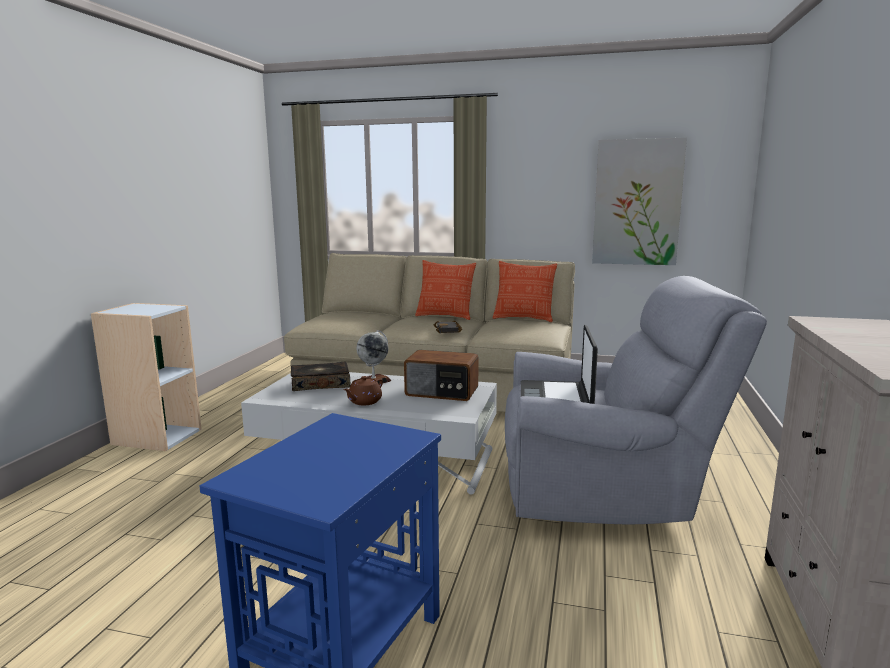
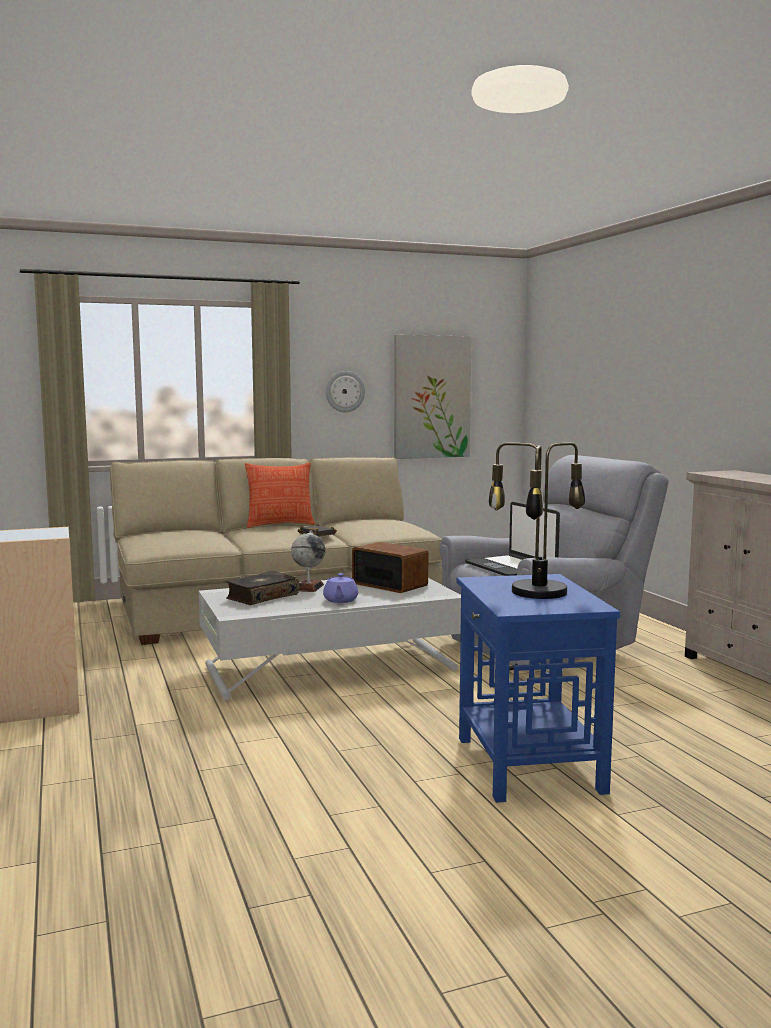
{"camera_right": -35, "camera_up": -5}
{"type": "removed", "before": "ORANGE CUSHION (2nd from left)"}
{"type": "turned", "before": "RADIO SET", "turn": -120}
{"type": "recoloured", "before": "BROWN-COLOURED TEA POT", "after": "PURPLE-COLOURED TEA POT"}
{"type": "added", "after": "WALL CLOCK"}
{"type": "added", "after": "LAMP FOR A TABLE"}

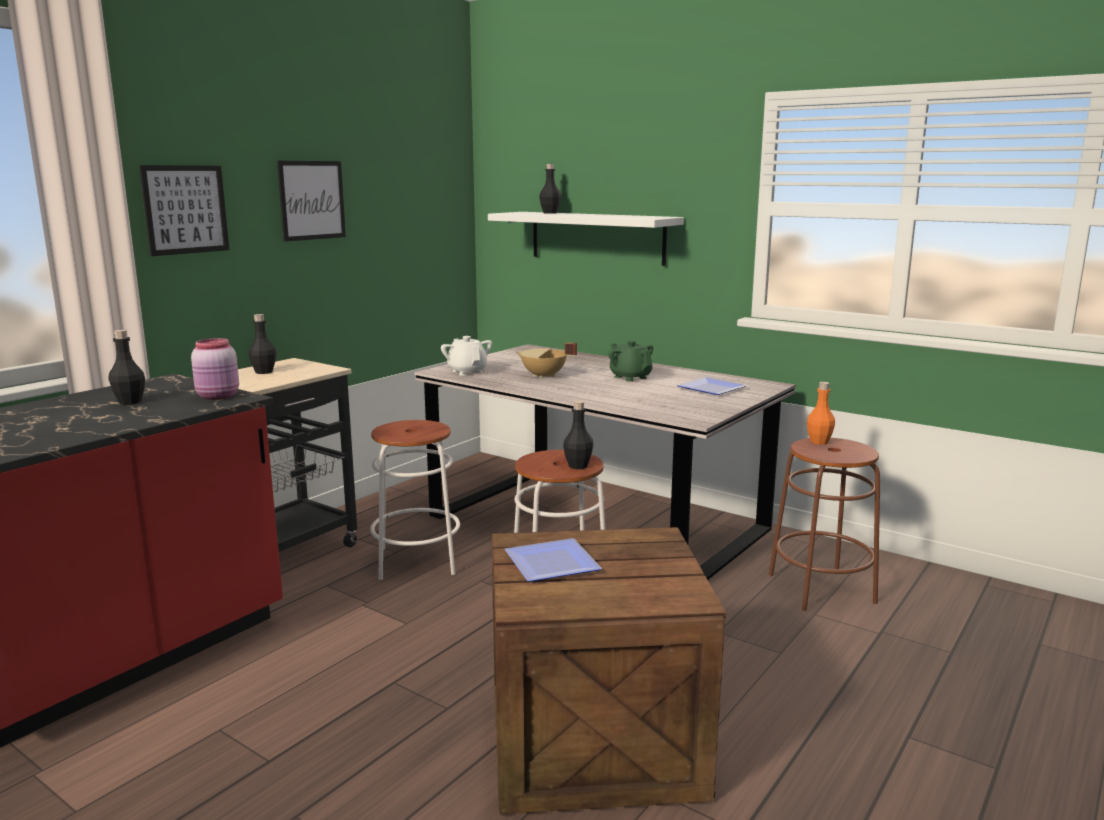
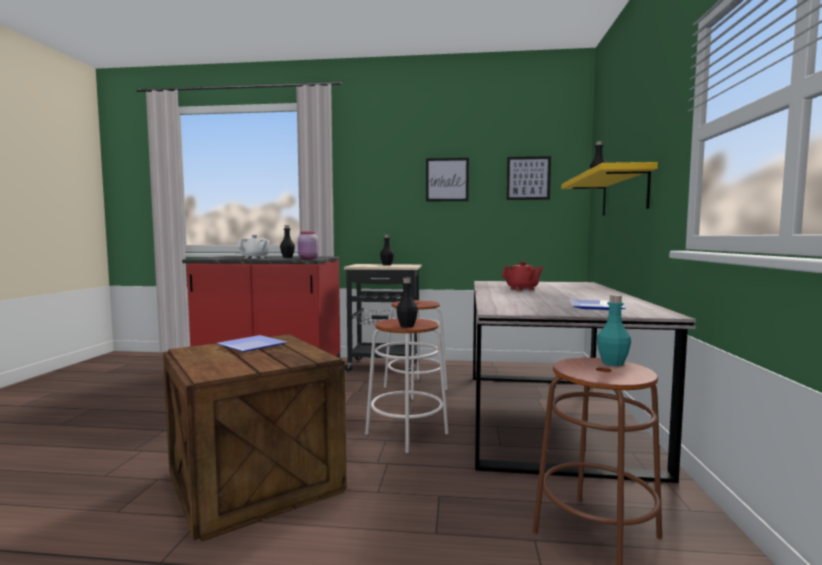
{"camera_right": 60, "camera_up": -10}
{"type": "moved", "before": "PICTURE (1st from left in the first image)", "after": "PICTURE (2nd from left)"}
{"type": "recoloured", "before": "WHITISH BRACKET SHELF", "after": "YELLOW BRACKET SHELF"}
{"type": "moved", "before": "WHITISH TEA POT"}
{"type": "removed", "before": "GREENISH TEA POT"}
{"type": "replaced", "before": "BEIGE-COLOURED COOKING POT", "after": "REDDISH TEA POT"}
{"type": "recoloured", "before": "ORANGE DRINK BOTTLE", "after": "BLUE-GREEN DRINK BOTTLE"}

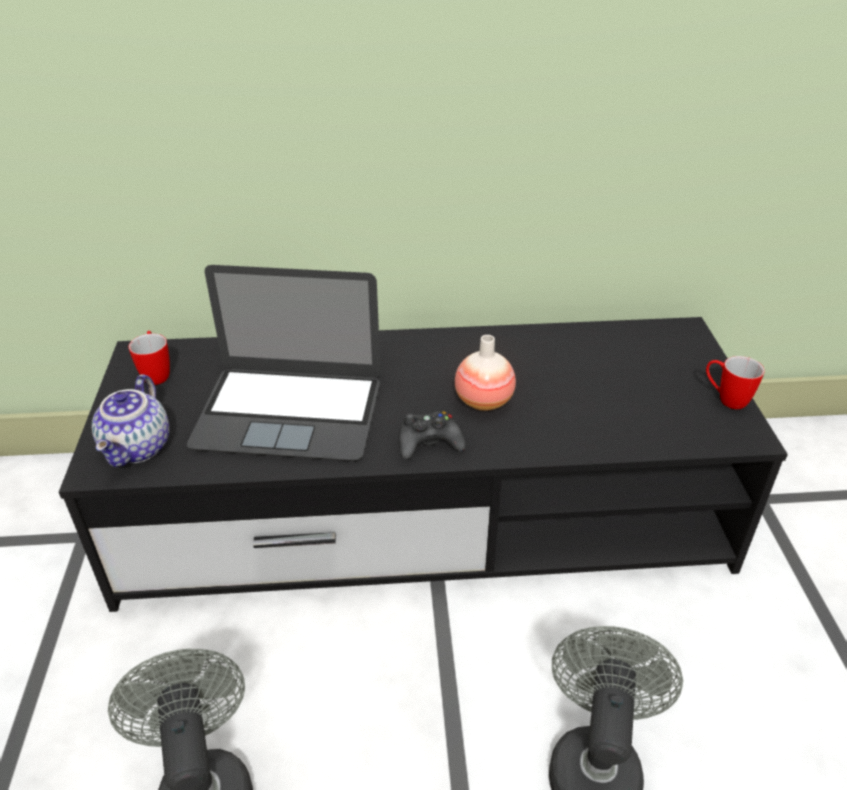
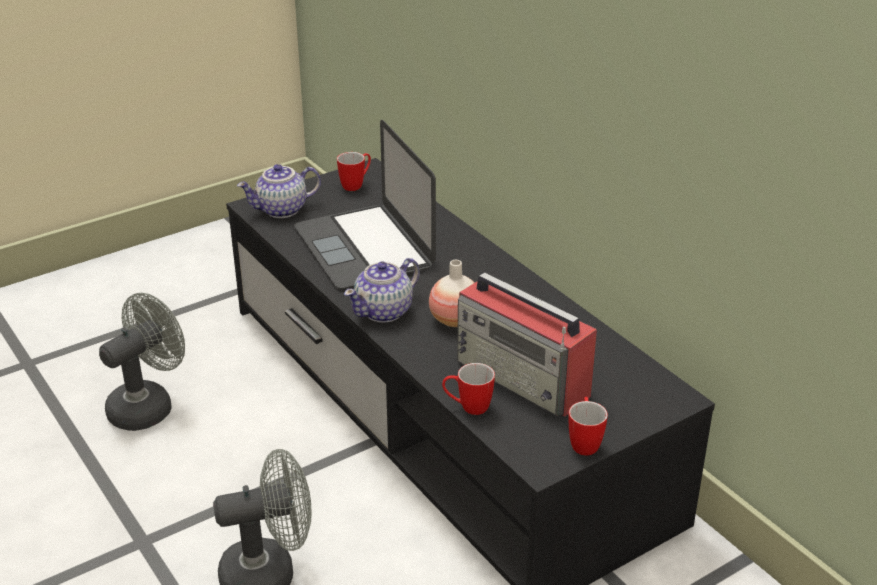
{"camera_right": 60, "camera_up": -5}
{"type": "replaced", "before": "BLACKISH GAME CONTROLLER", "after": "TEA POT (2nd from left)"}
{"type": "added", "after": "RADIO SET"}
{"type": "added", "after": "TEA MUG (2nd from left)"}

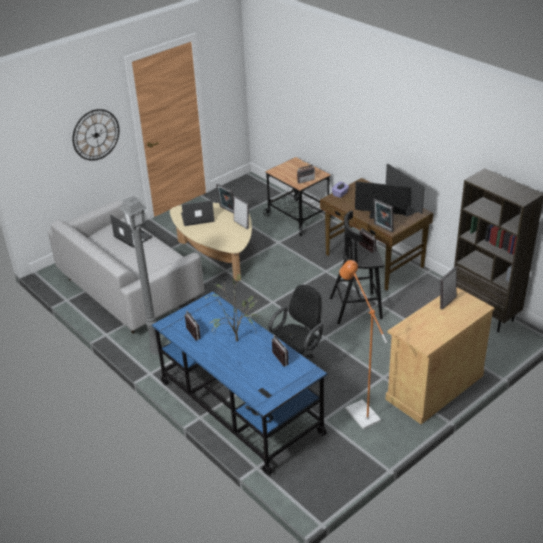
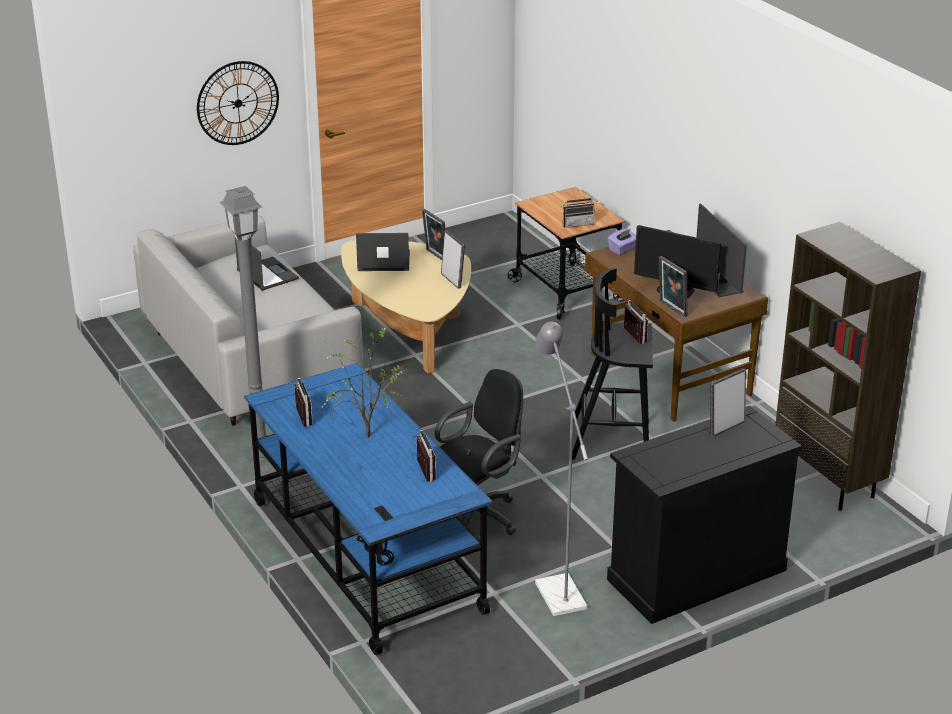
{"camera_right": 10, "camera_up": -5}
{"type": "recoloured", "before": "ORANGE STANDING LAMP", "after": "GREY STANDING LAMP (2nd from left)"}
{"type": "recoloured", "before": "BEIGE-COLOURED CUPBOARD", "after": "BLACKISH CUPBOARD"}

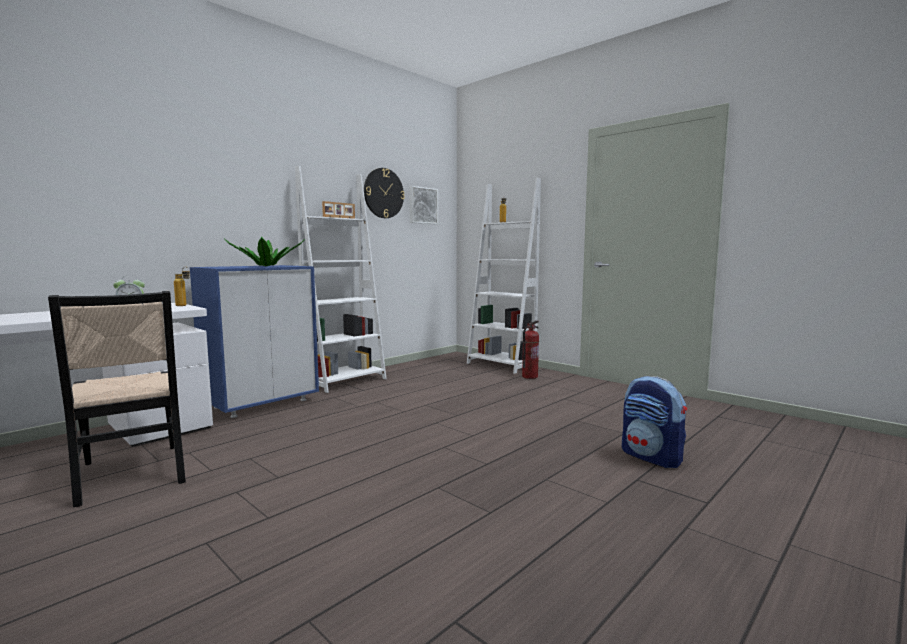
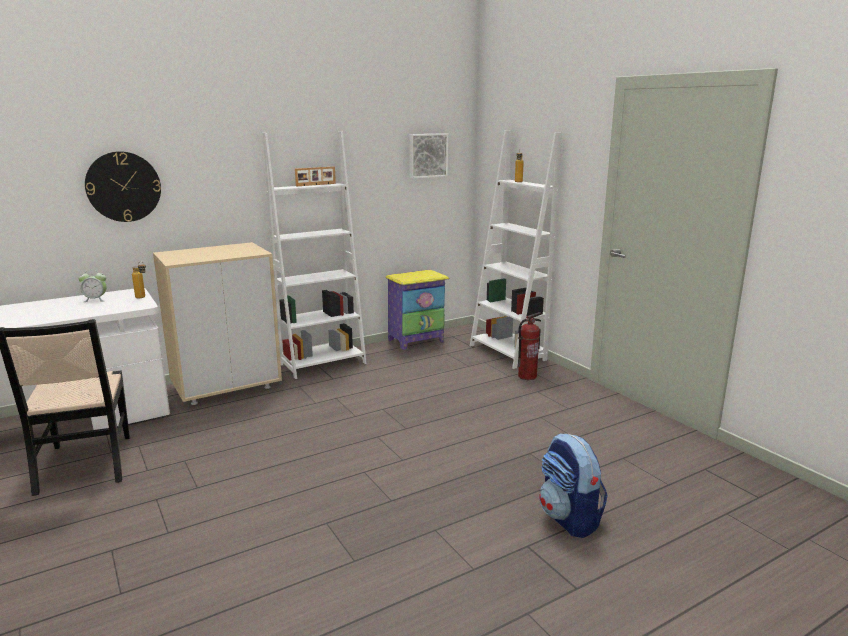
{"camera_right": 15, "camera_up": 10}
{"type": "moved", "before": "WALL CLOCK"}
{"type": "removed", "before": "POTTED PLANT"}
{"type": "recoloured", "before": "BLUE CUPBOARD", "after": "BEIGE-COLOURED CUPBOARD"}
{"type": "added", "after": "NIGHTSTAND"}

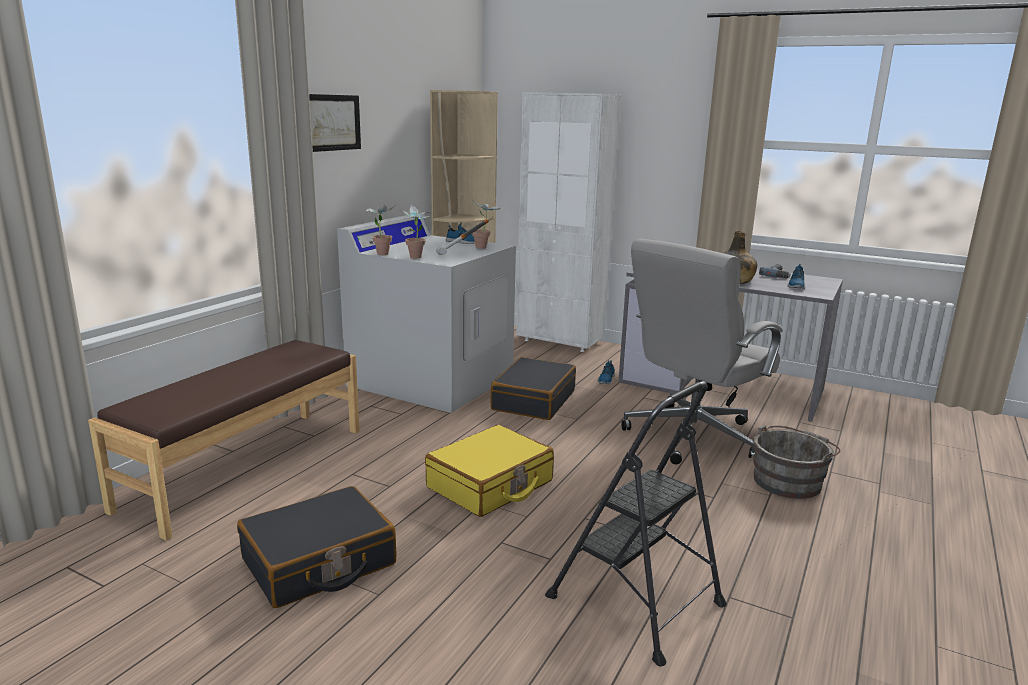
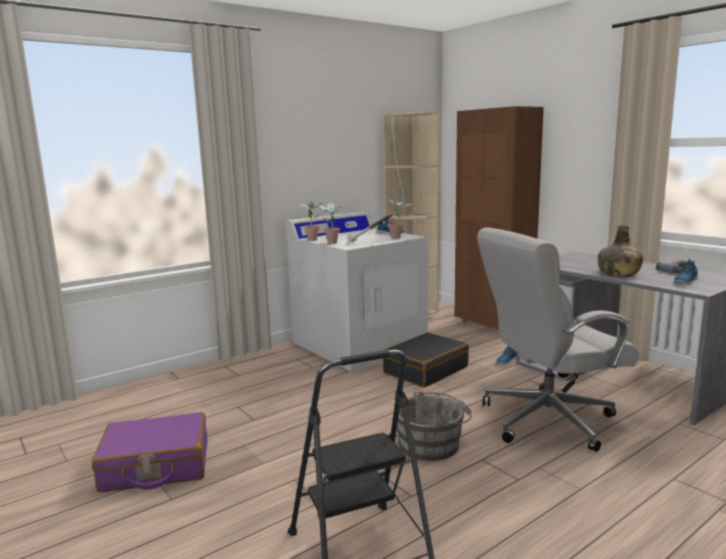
{"camera_right": 25, "camera_up": -5}
{"type": "recoloured", "before": "WHITISH CUPBOARD", "after": "BROWN-COLOURED CUPBOARD"}
{"type": "removed", "before": "PICTURE"}
{"type": "removed", "before": "BROWN-COLOURED LONG SEAT"}
{"type": "removed", "before": "YELLOW PIECE OF LUGGAGE"}
{"type": "moved", "before": "GREY PAIL"}
{"type": "recoloured", "before": "BLACKISH PIECE OF LUGGAGE (1st from left)", "after": "PURPLE-COLOURED PIECE OF LUGGAGE"}

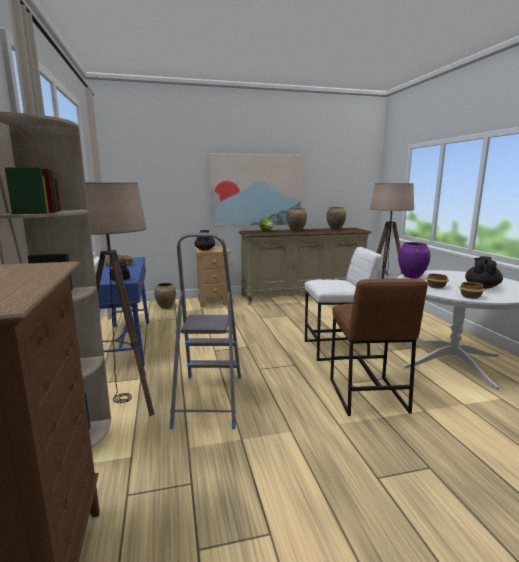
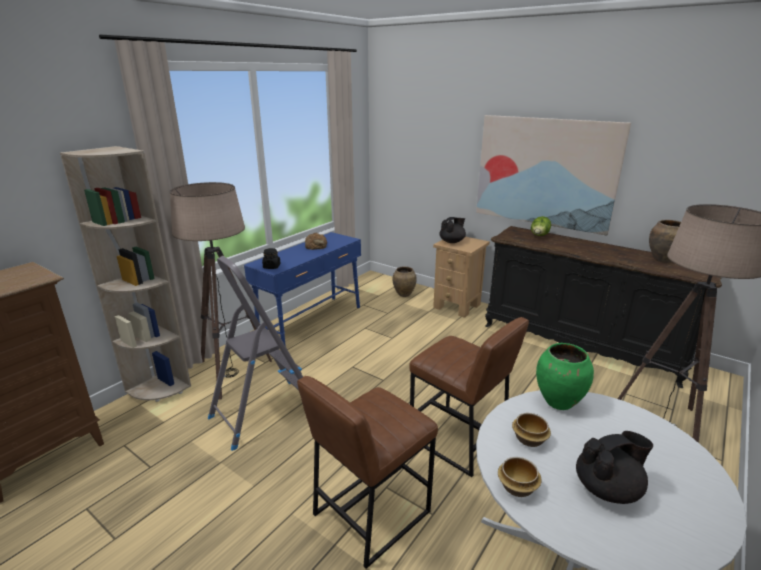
{"camera_right": 50, "camera_up": 10}
{"type": "removed", "before": "BROWN-COLOURED DECORATIVE VASE (2nd from left)"}
{"type": "recoloured", "before": "BEIGE-COLOURED CUPBOARD", "after": "BLACKISH CUPBOARD"}
{"type": "recoloured", "before": "PURPLE-COLOURED DECORATIVE VASE", "after": "GREENISH DECORATIVE VASE"}
{"type": "recoloured", "before": "WHITISH PLAIN CHAIR", "after": "BROWN-COLOURED PLAIN CHAIR (2nd from left)"}

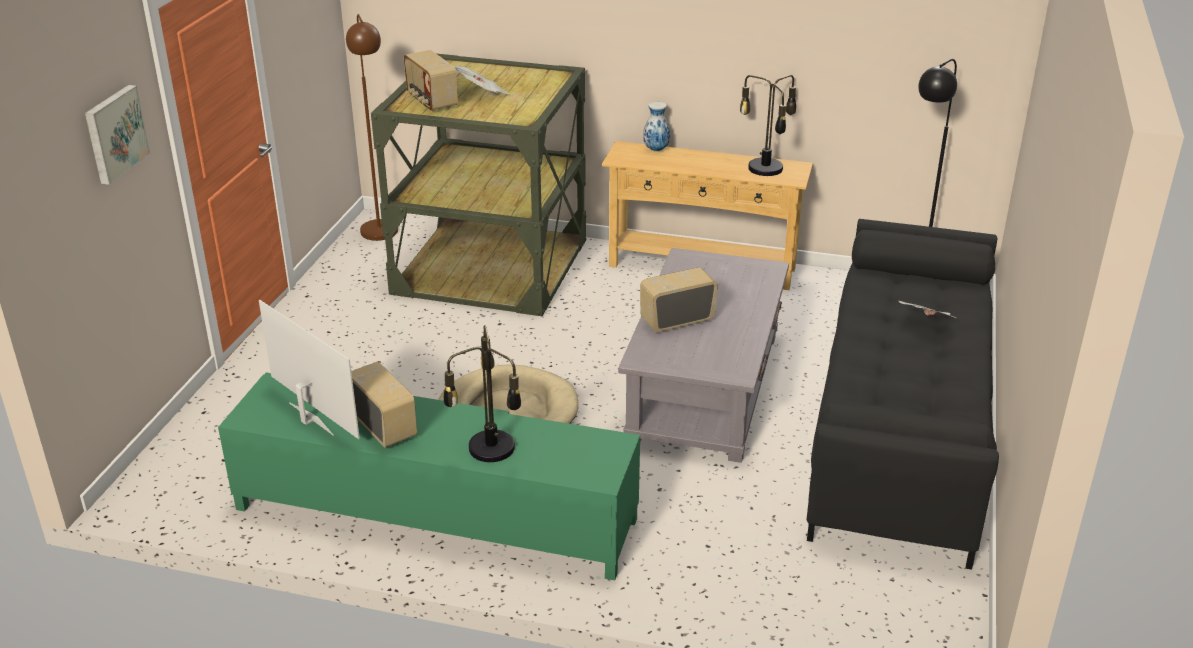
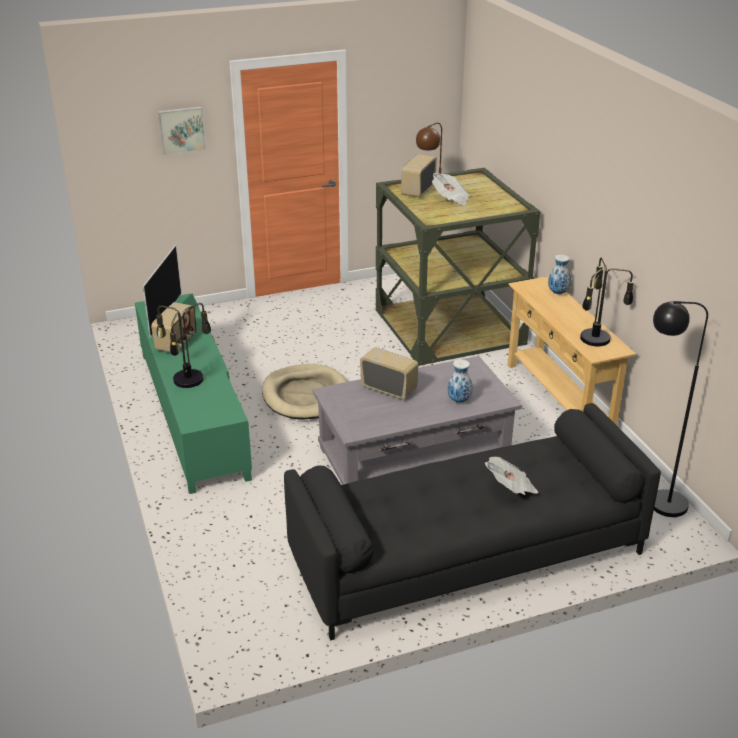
{"camera_right": 55, "camera_up": 0}
{"type": "added", "after": "DECORATIVE VASE (1st from left)"}

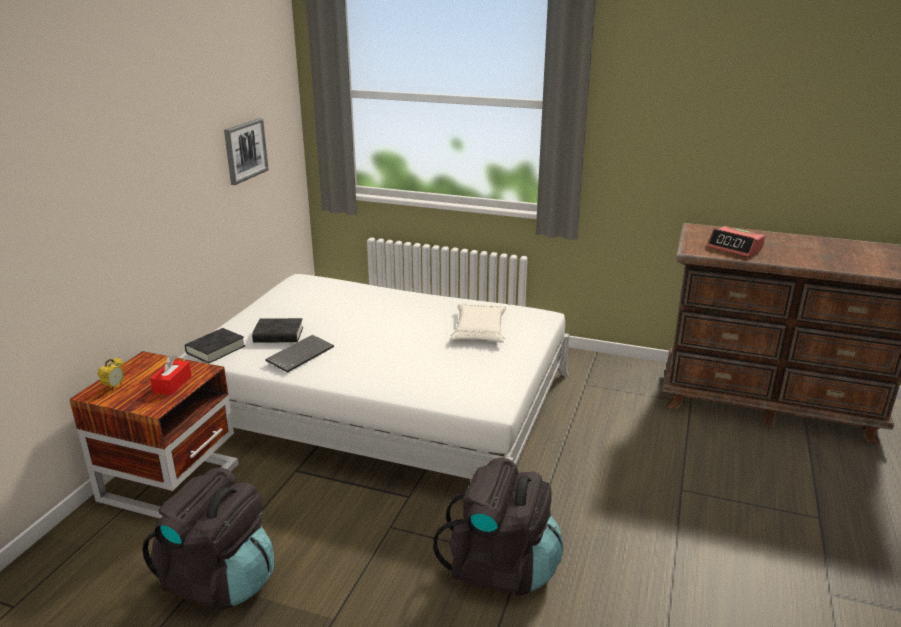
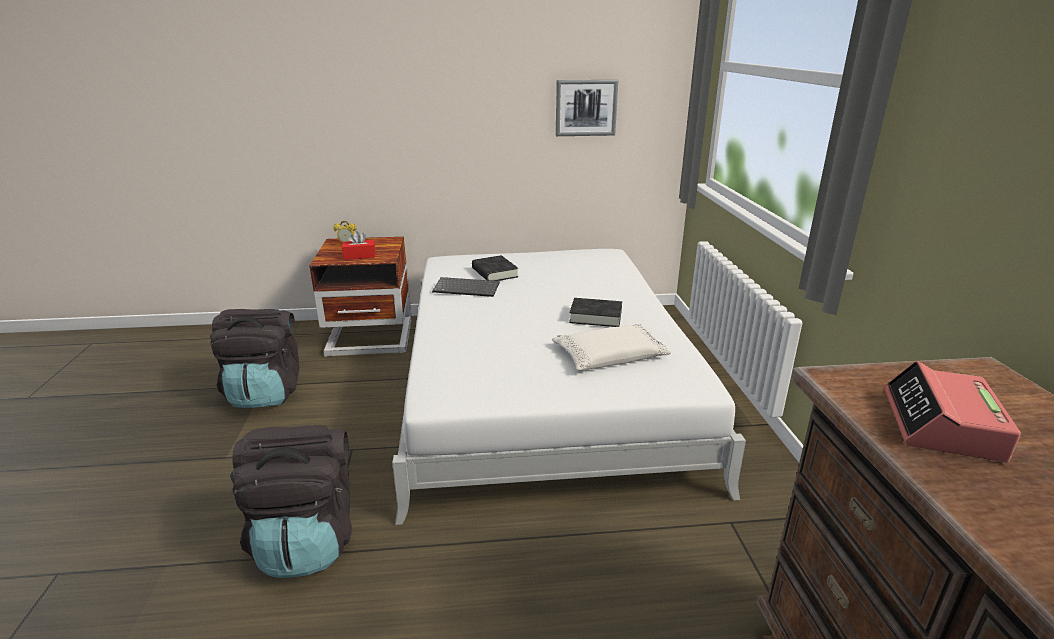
{"camera_right": 65, "camera_up": 0}
{"type": "moved", "before": "BLACKISH VOLUME (1st from left in the first image)", "after": "BLACKISH VOLUME (2nd from left)"}

